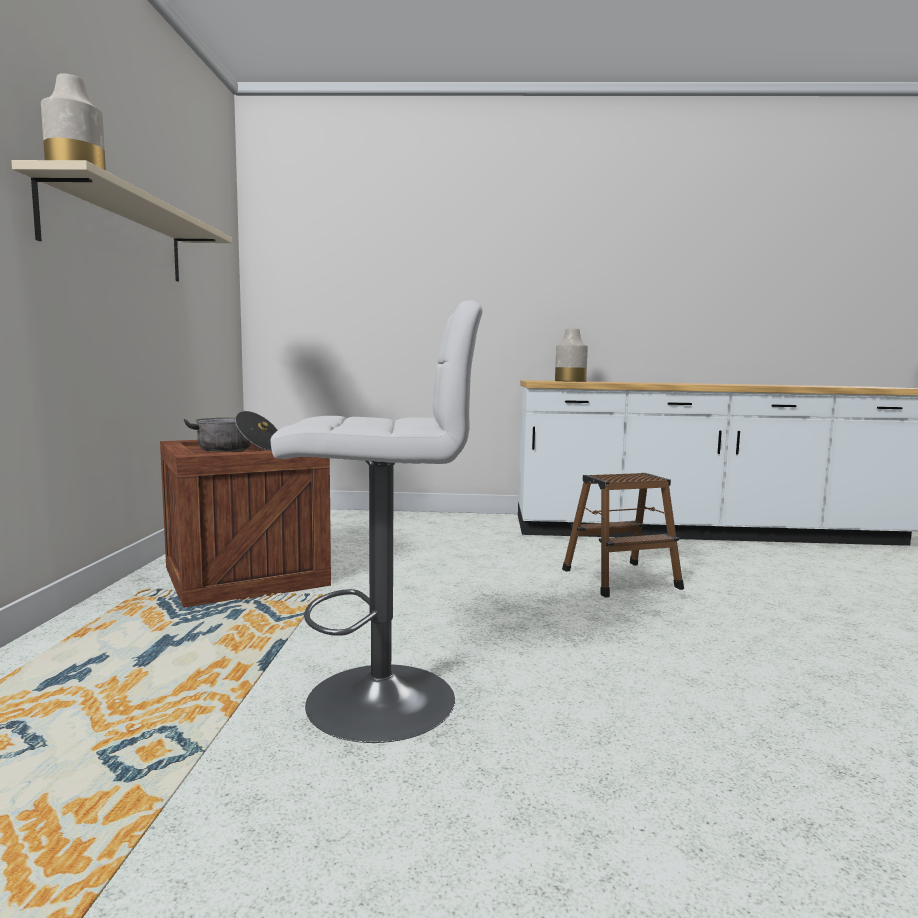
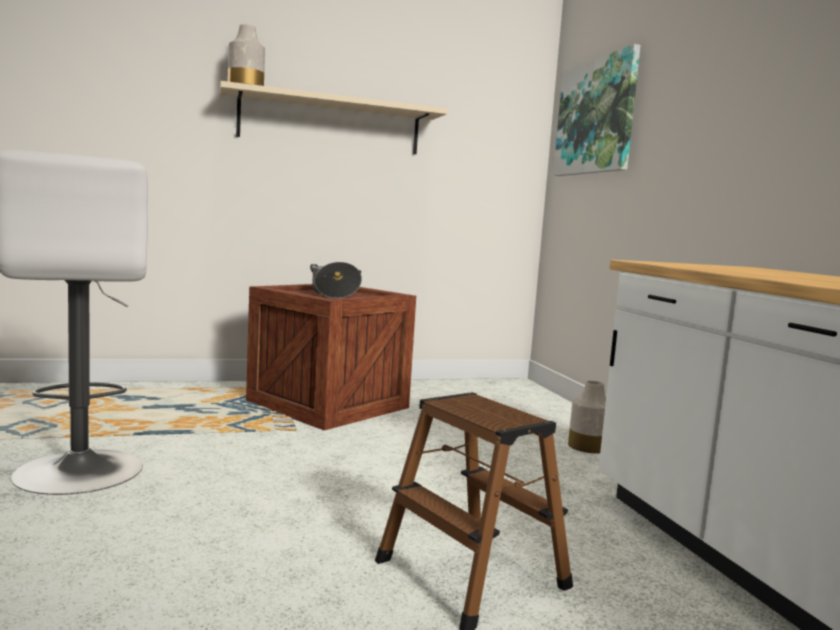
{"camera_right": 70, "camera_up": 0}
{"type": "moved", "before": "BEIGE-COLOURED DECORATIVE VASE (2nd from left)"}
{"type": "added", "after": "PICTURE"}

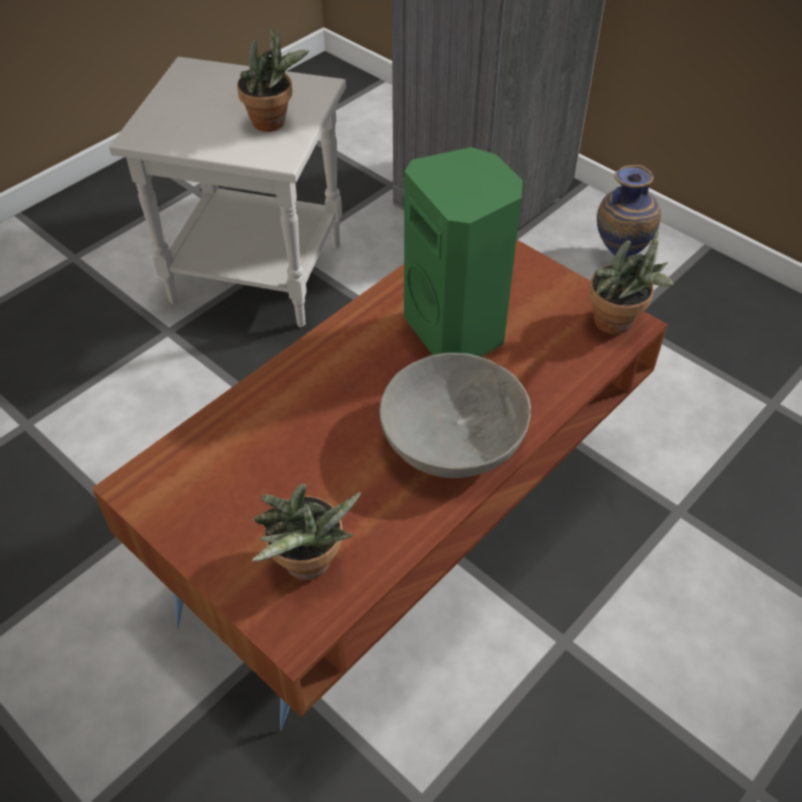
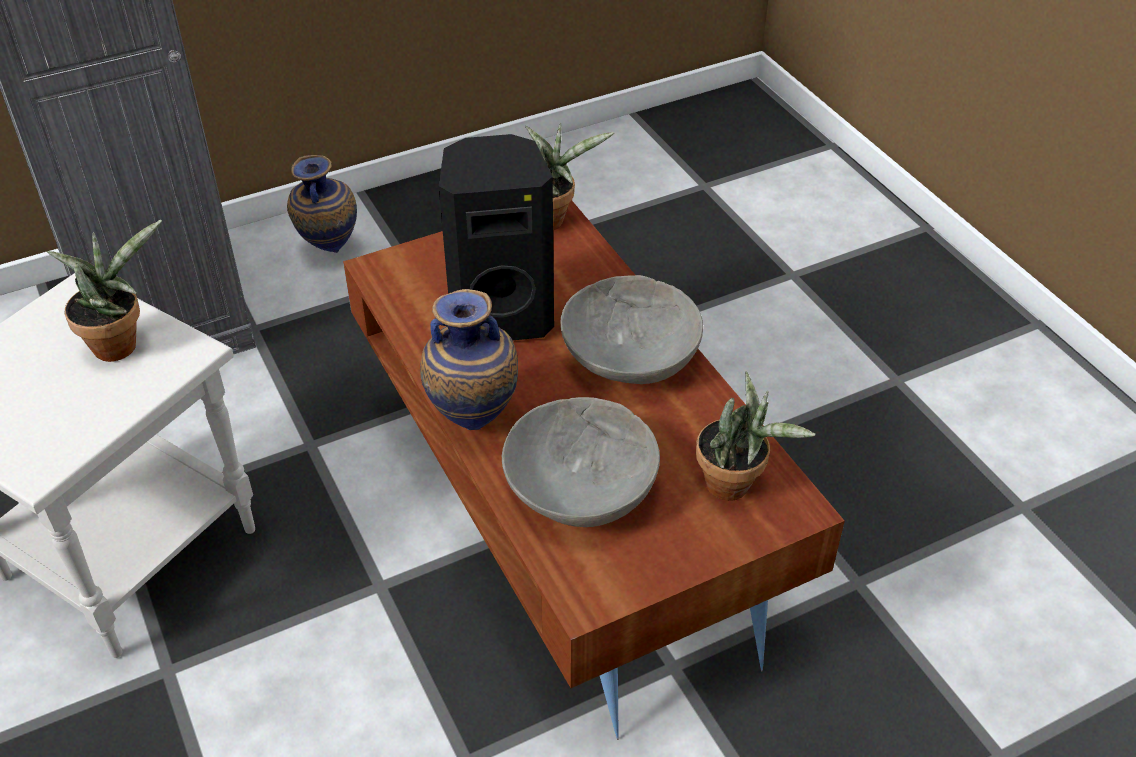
{"camera_right": -70, "camera_up": -5}
{"type": "recoloured", "before": "GREENISH AUDIO SPEAKER", "after": "BLACKISH AUDIO SPEAKER"}
{"type": "added", "after": "DECORATIVE VASE (2nd from left)"}
{"type": "added", "after": "GREY DEEP DISH (1st from left)"}

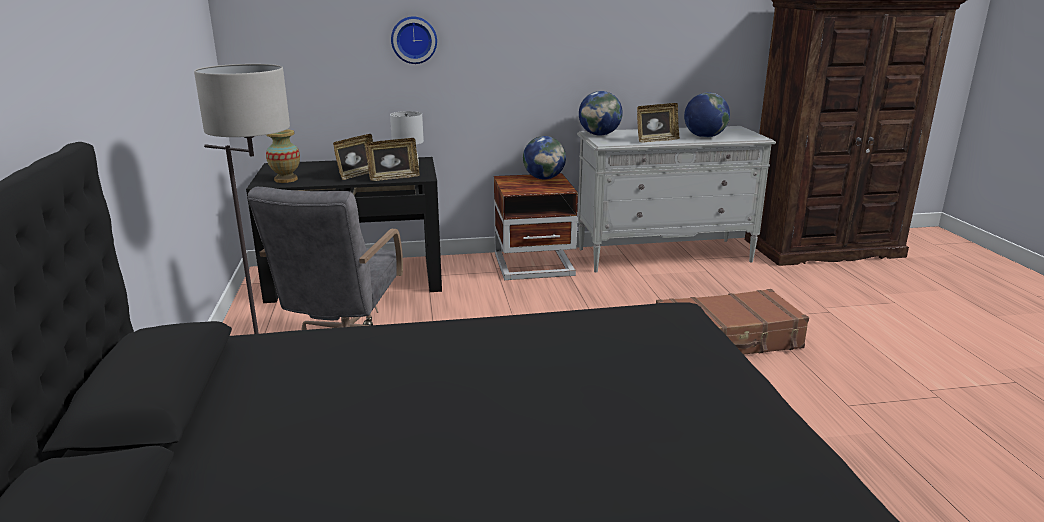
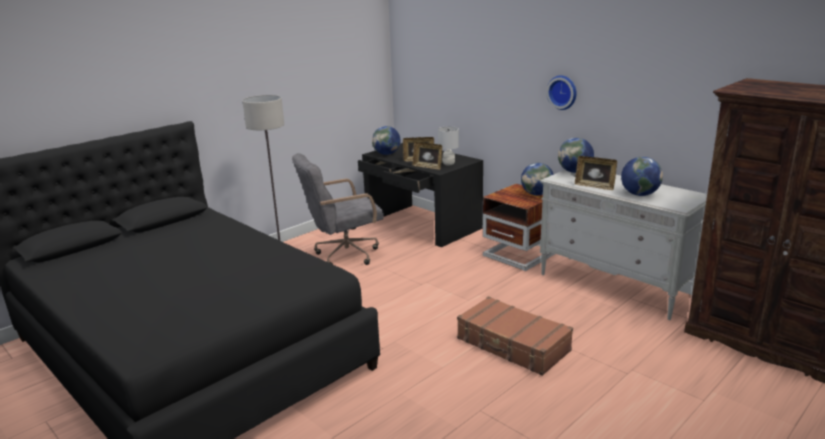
{"camera_right": 55, "camera_up": 0}
{"type": "moved", "before": "WALL CLOCK"}
{"type": "replaced", "before": "DECORATIVE VASE", "after": "GLOBE (1st from left)"}

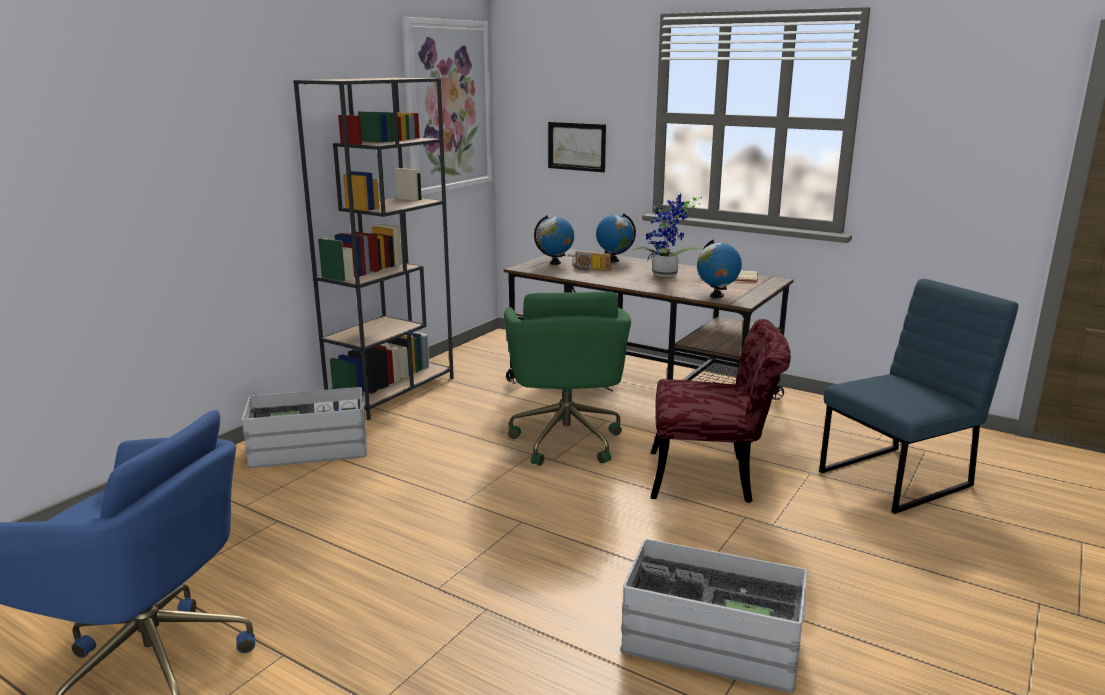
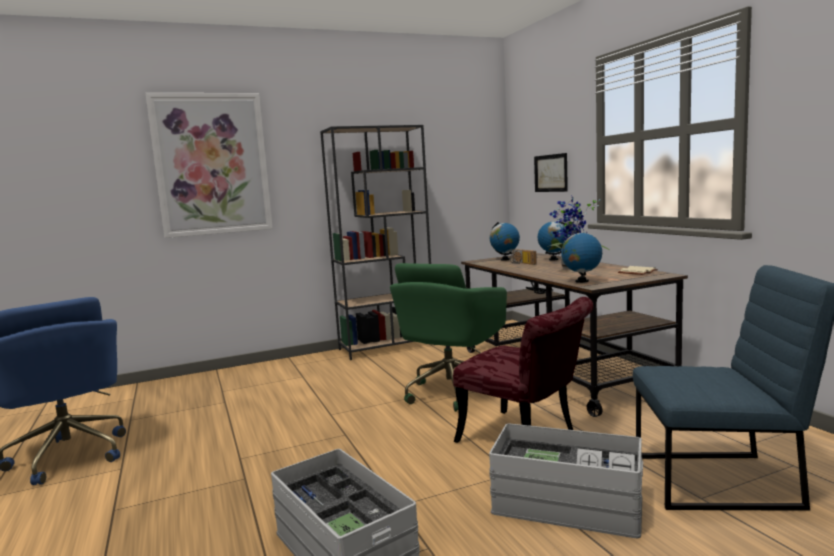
{"camera_right": 35, "camera_up": -10}
{"type": "moved", "before": "PICTURE (1st from left)"}
{"type": "moved", "before": "GREY STORAGE BIN (1st from left in the first image)", "after": "GREY STORAGE BIN (2nd from left)"}

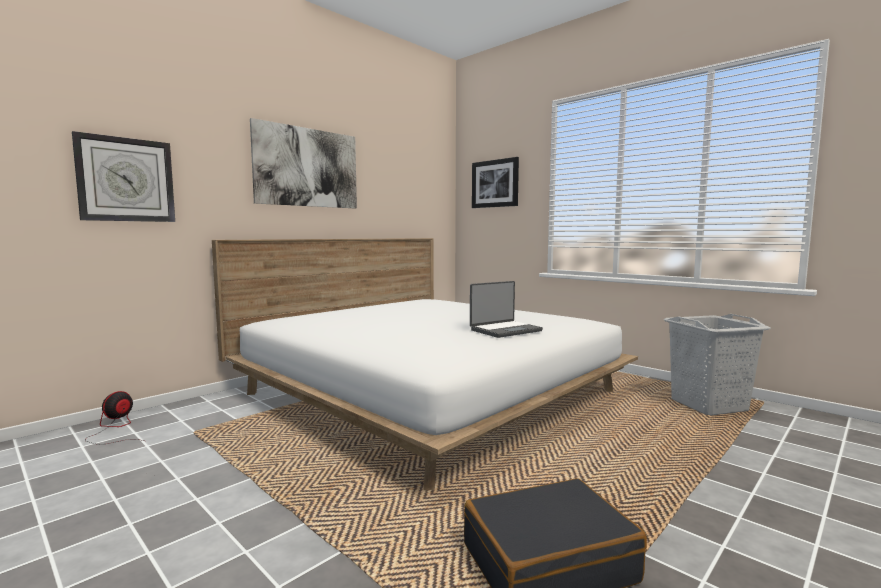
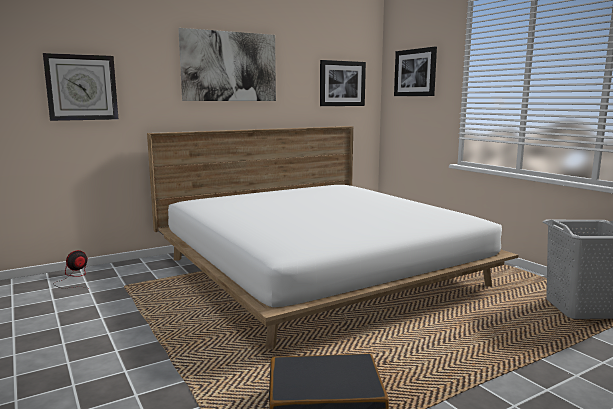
{"camera_right": 15, "camera_up": 5}
{"type": "removed", "before": "LAPTOP"}
{"type": "added", "after": "PICTURE (2nd from left)"}

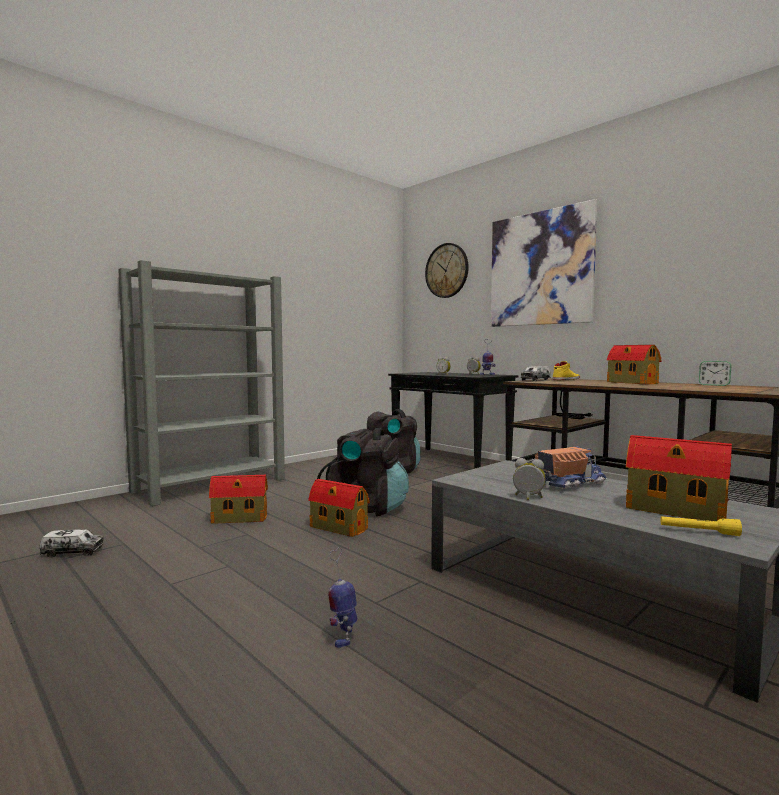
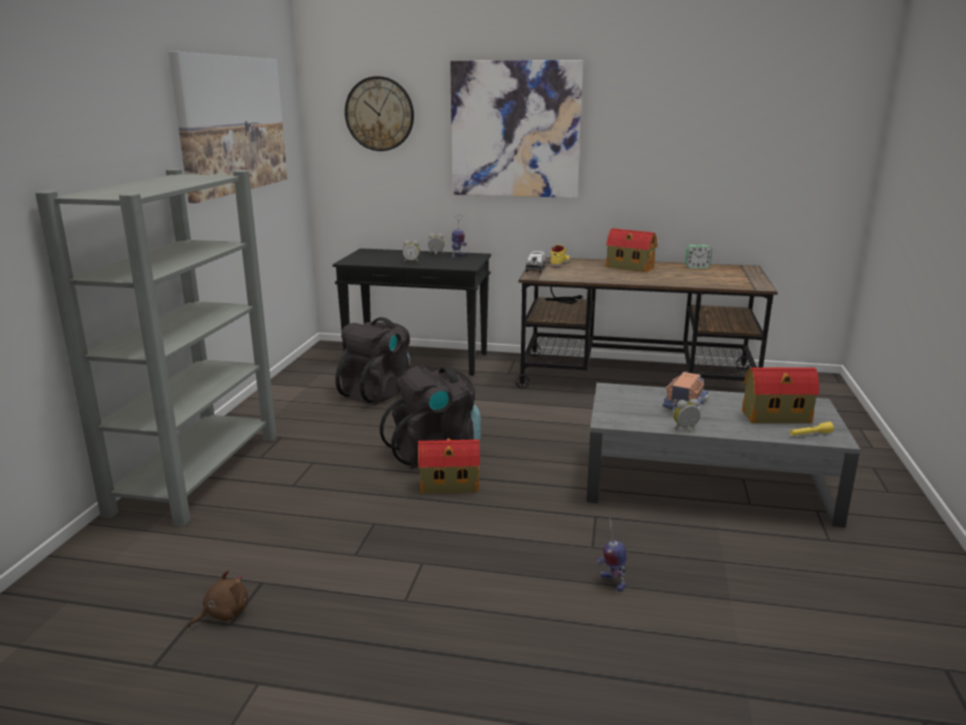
{"camera_right": -35, "camera_up": 15}
{"type": "removed", "before": "TOY HOUSE (1st from left)"}
{"type": "replaced", "before": "TOY TRUCK (1st from left)", "after": "BROWN-COLOURED PLUSH TOY"}
{"type": "added", "after": "PICTURE (1st from left)"}

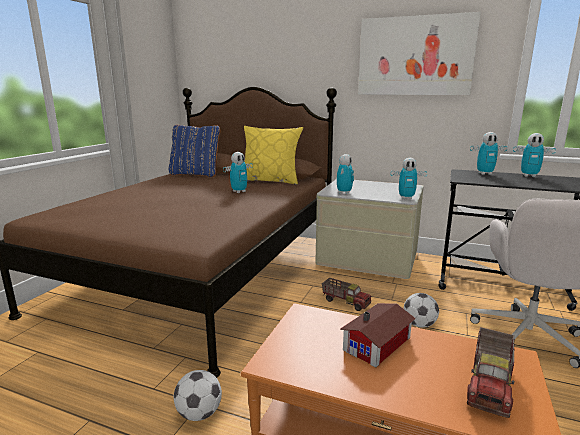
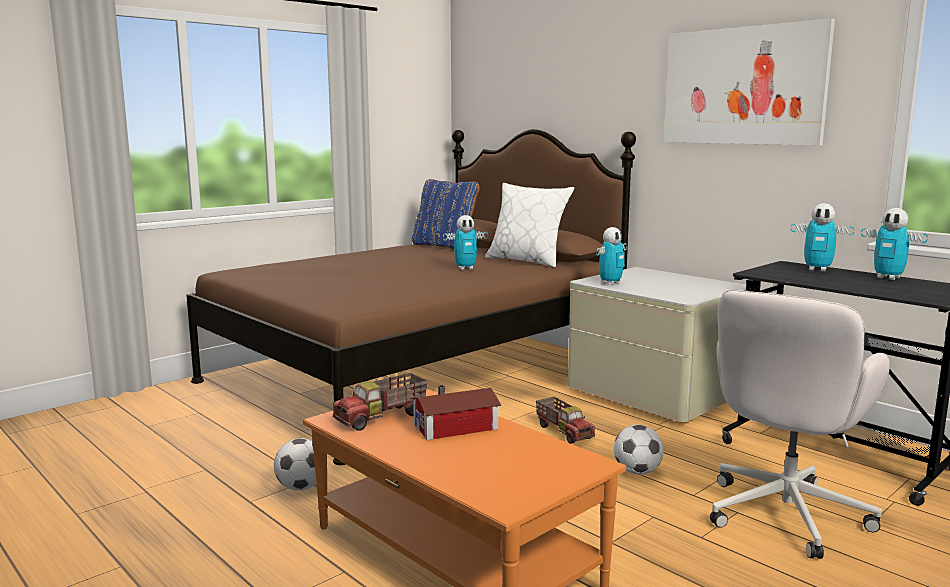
{"camera_right": 25, "camera_up": -5}
{"type": "recoloured", "before": "YELLOW CUSHION", "after": "WHITISH CUSHION"}
{"type": "removed", "before": "TOY ROBOT (3rd from left)"}
{"type": "moved", "before": "TOY TRUCK (2nd from left in the first image)", "after": "TOY TRUCK (1st from left)"}

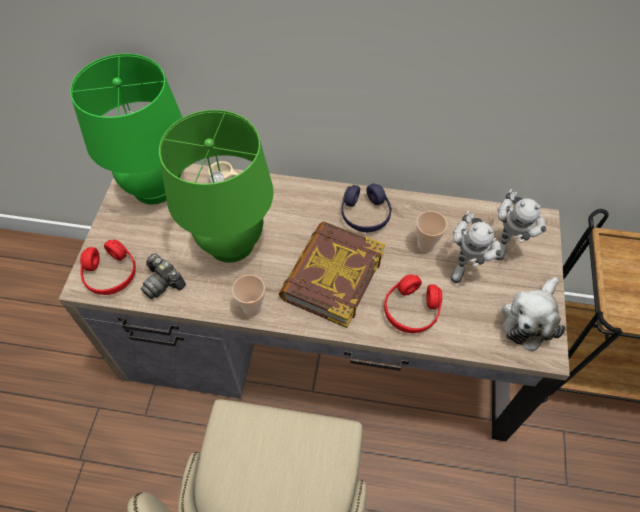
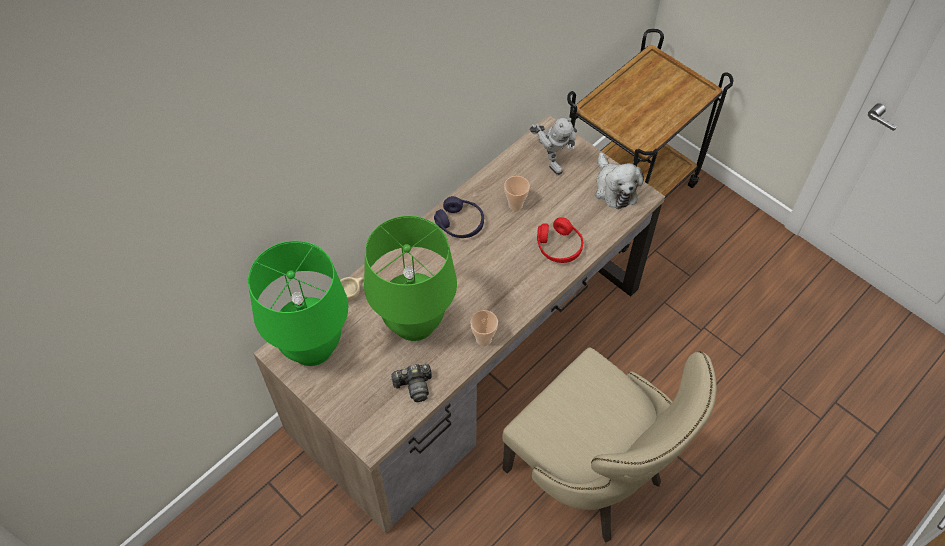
{"camera_right": -55, "camera_up": 0}
{"type": "removed", "before": "TOY ROBOT (1st from left)"}
{"type": "removed", "before": "VOLUME"}
{"type": "removed", "before": "REDDISH HEADSET (1st from left)"}

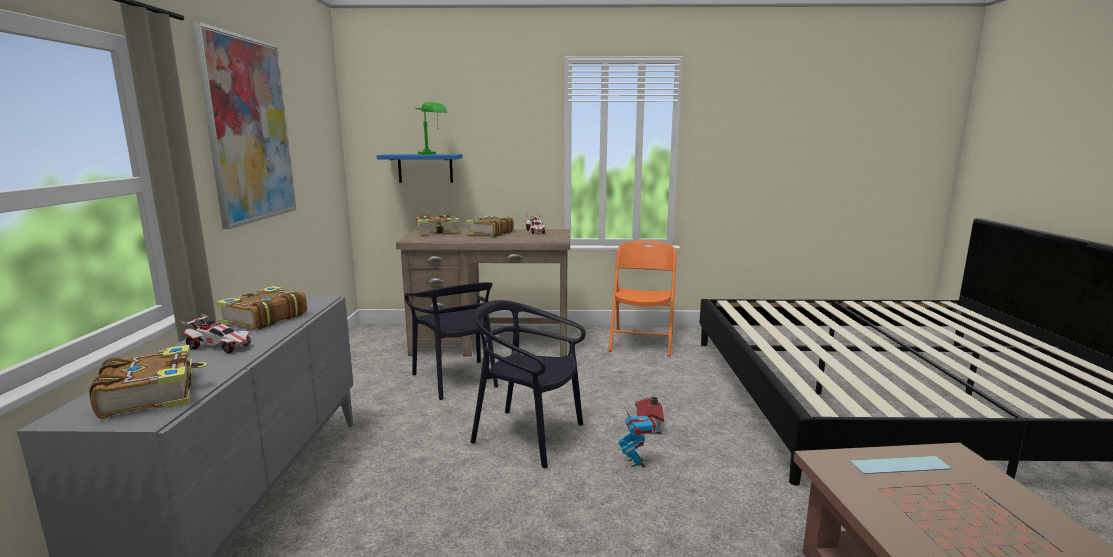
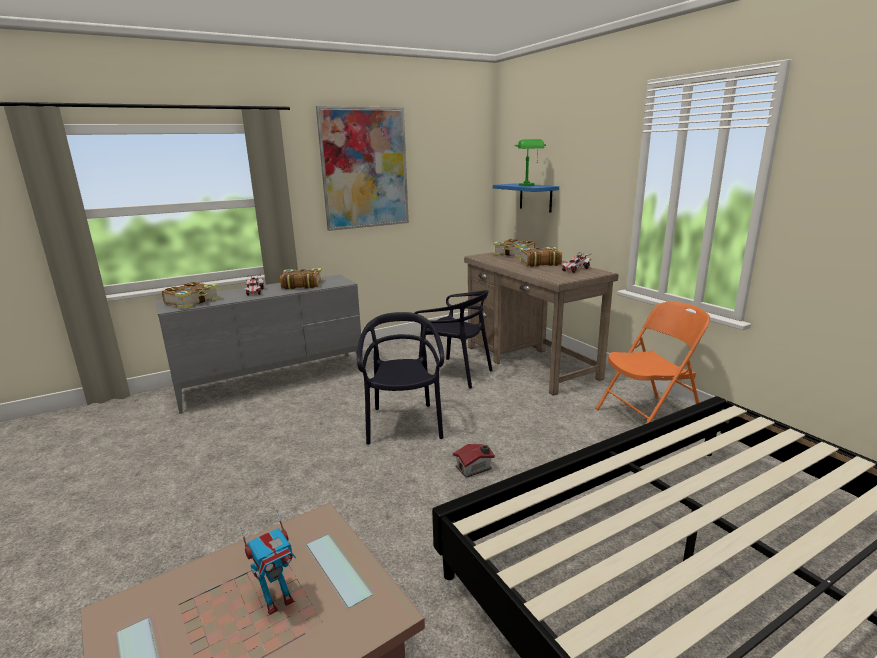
{"camera_right": 60, "camera_up": 5}
{"type": "turned", "before": "BLACKISH PLAIN CHAIR (1st from left in the first image)", "turn": -90}
{"type": "moved", "before": "TOY ROBOT"}

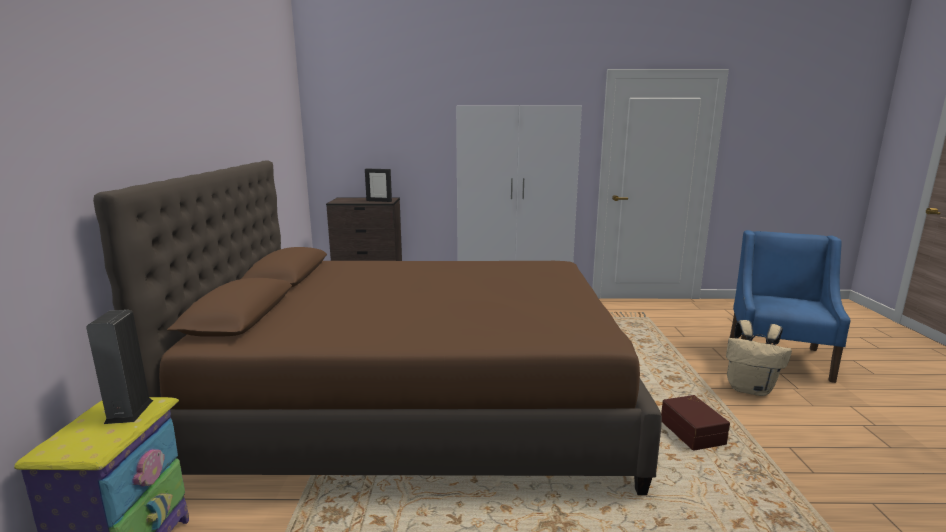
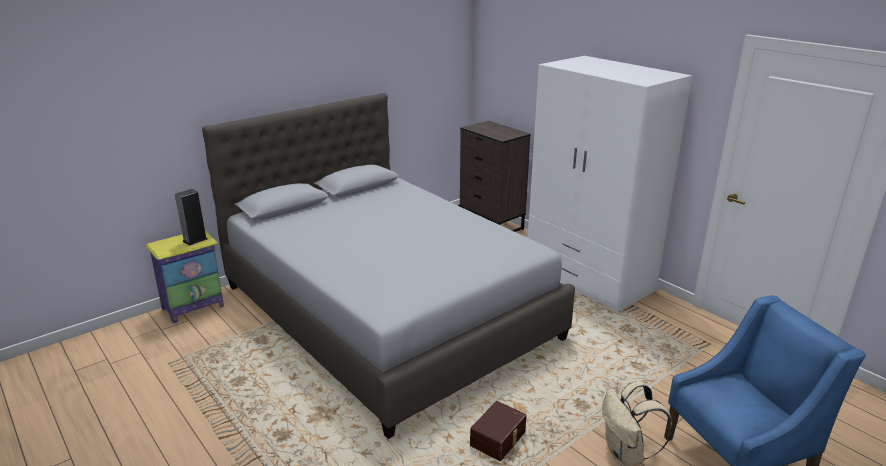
{"camera_right": 50, "camera_up": 10}
{"type": "recoloured", "before": "BROWN-COLOURED BED", "after": "GREY BED"}
{"type": "removed", "before": "STANDING FRAME"}

